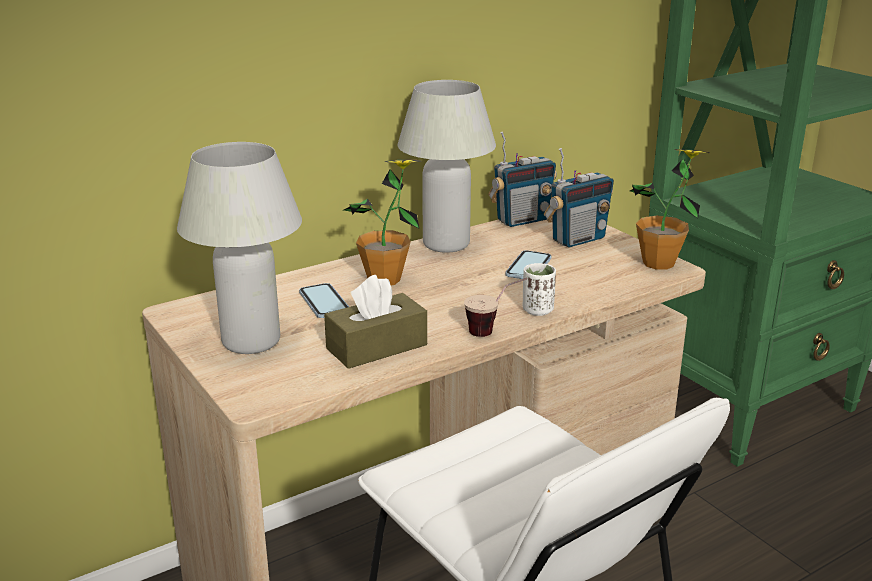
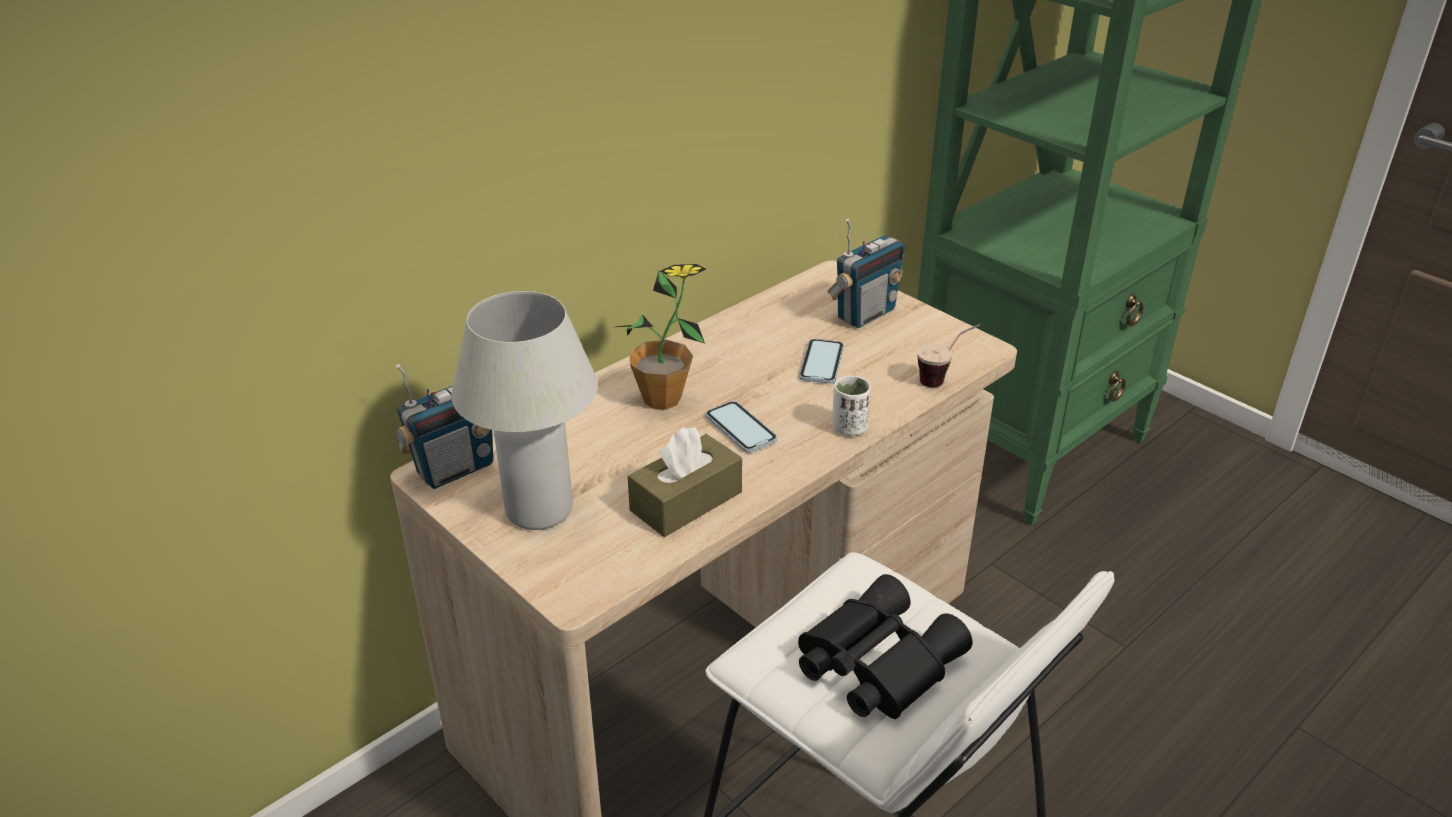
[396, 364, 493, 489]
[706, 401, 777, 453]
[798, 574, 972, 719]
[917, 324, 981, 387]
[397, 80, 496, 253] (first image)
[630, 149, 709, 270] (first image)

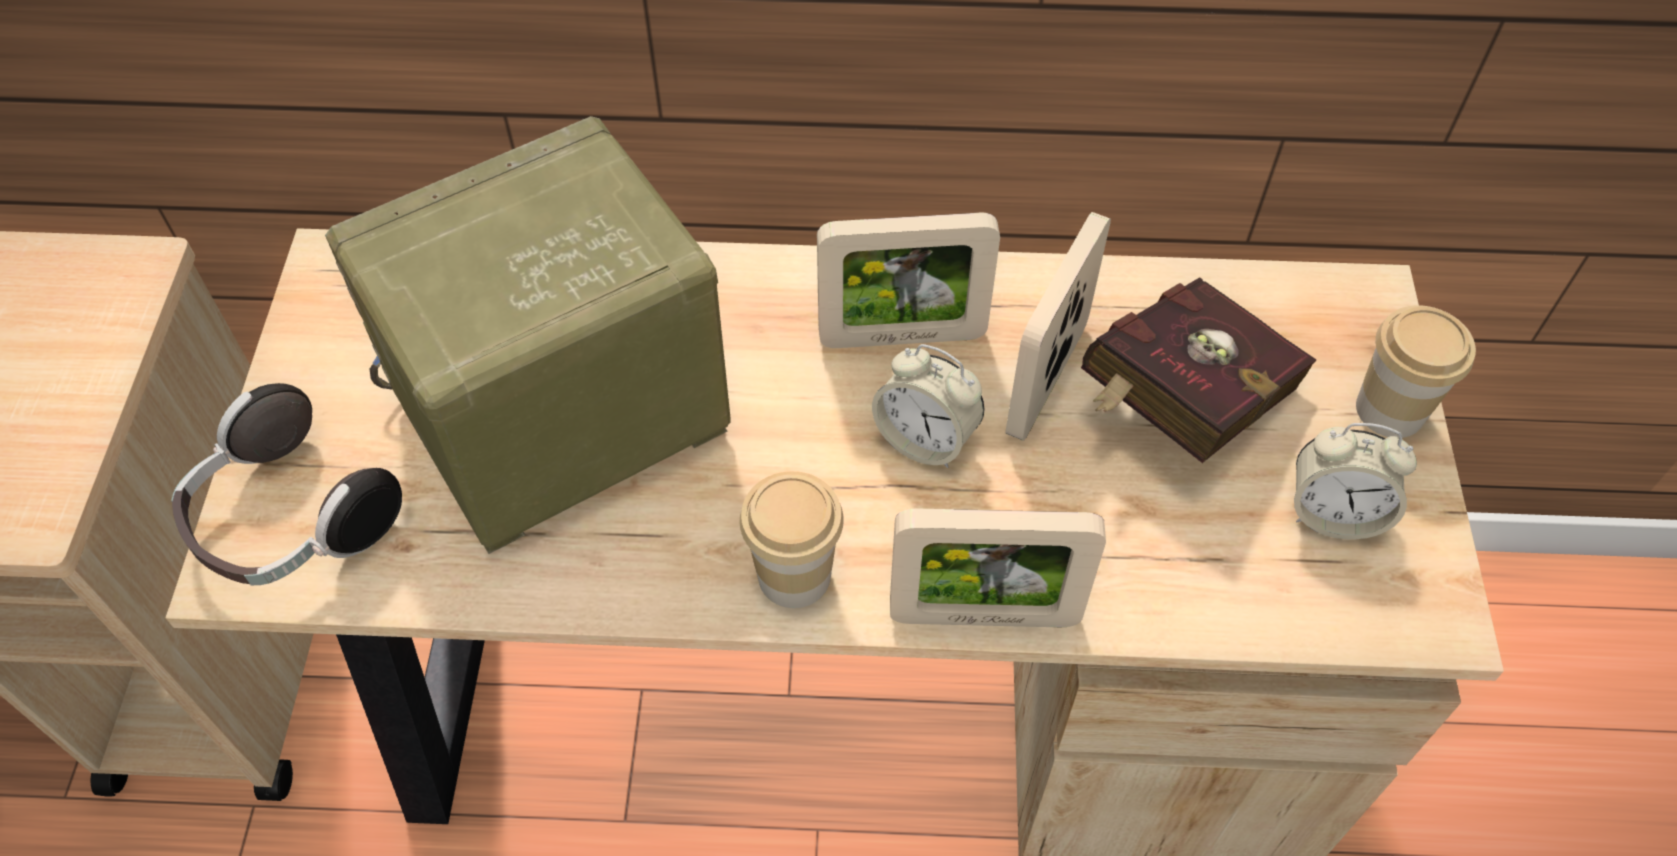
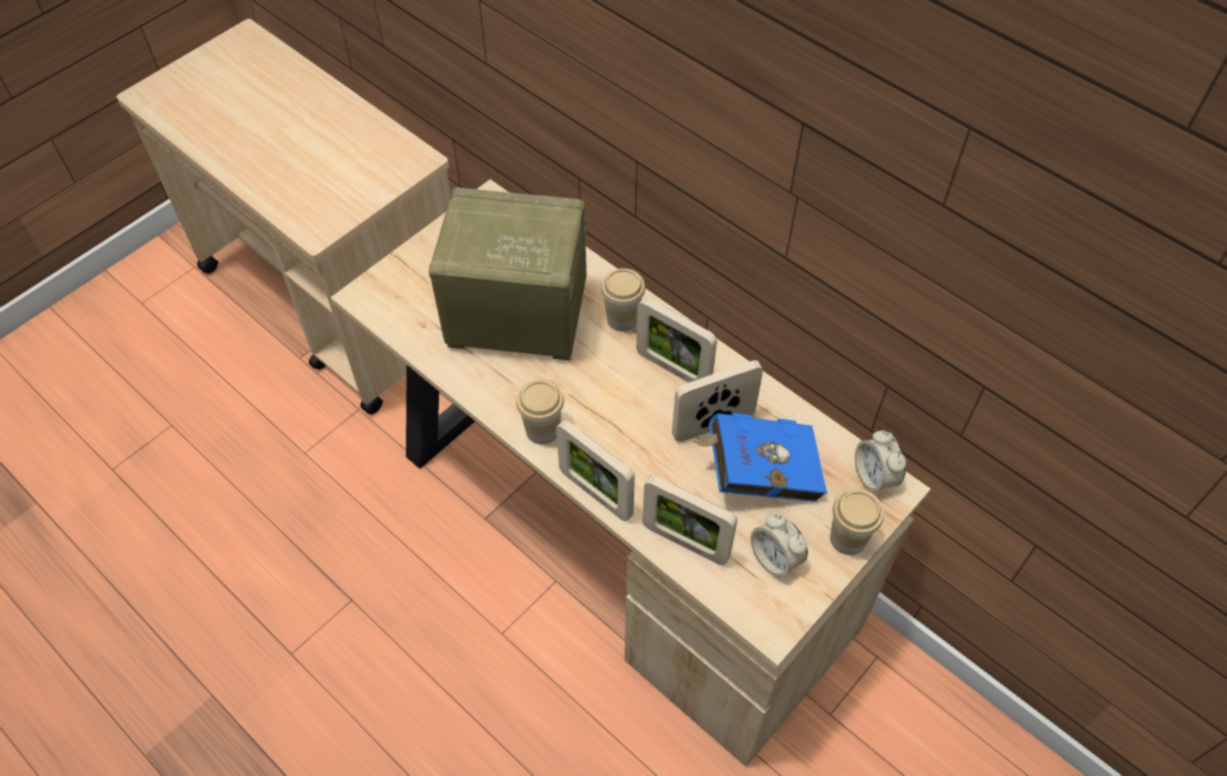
[601, 268, 645, 332]
[643, 475, 737, 565]
[693, 413, 827, 502]
[855, 430, 906, 494]
[171, 383, 402, 585] (first image)

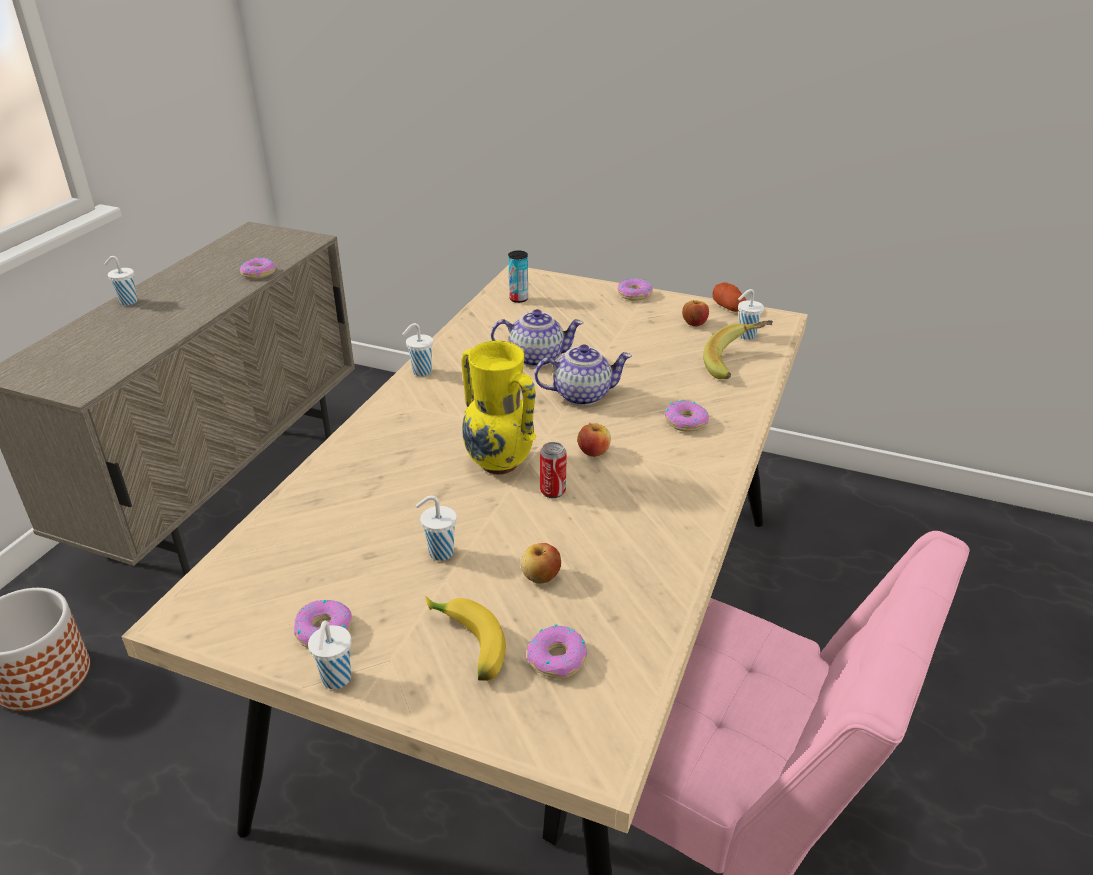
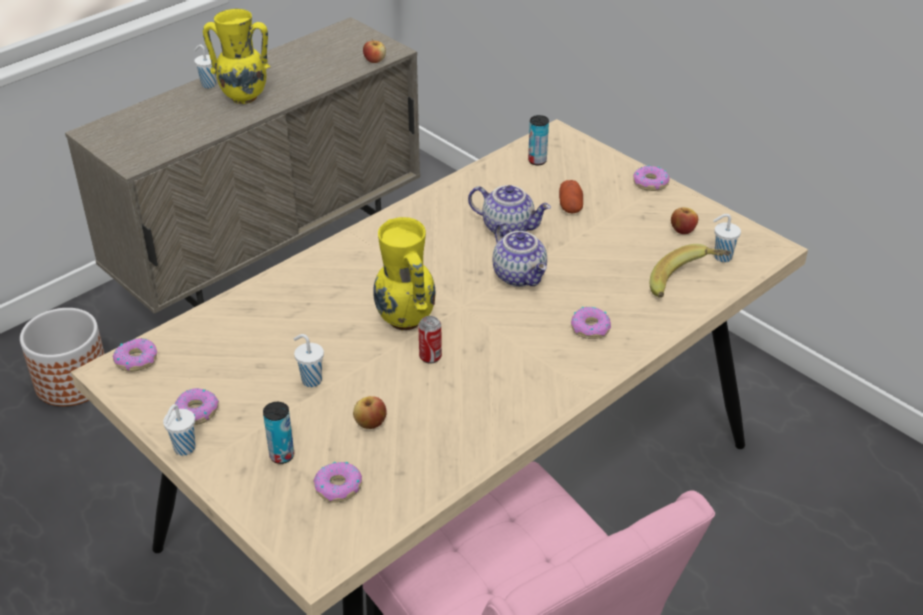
[113, 338, 157, 372]
[203, 9, 270, 104]
[263, 402, 294, 464]
[363, 39, 386, 63]
[492, 223, 547, 287]
[559, 180, 583, 213]
[402, 323, 433, 376] (first image)

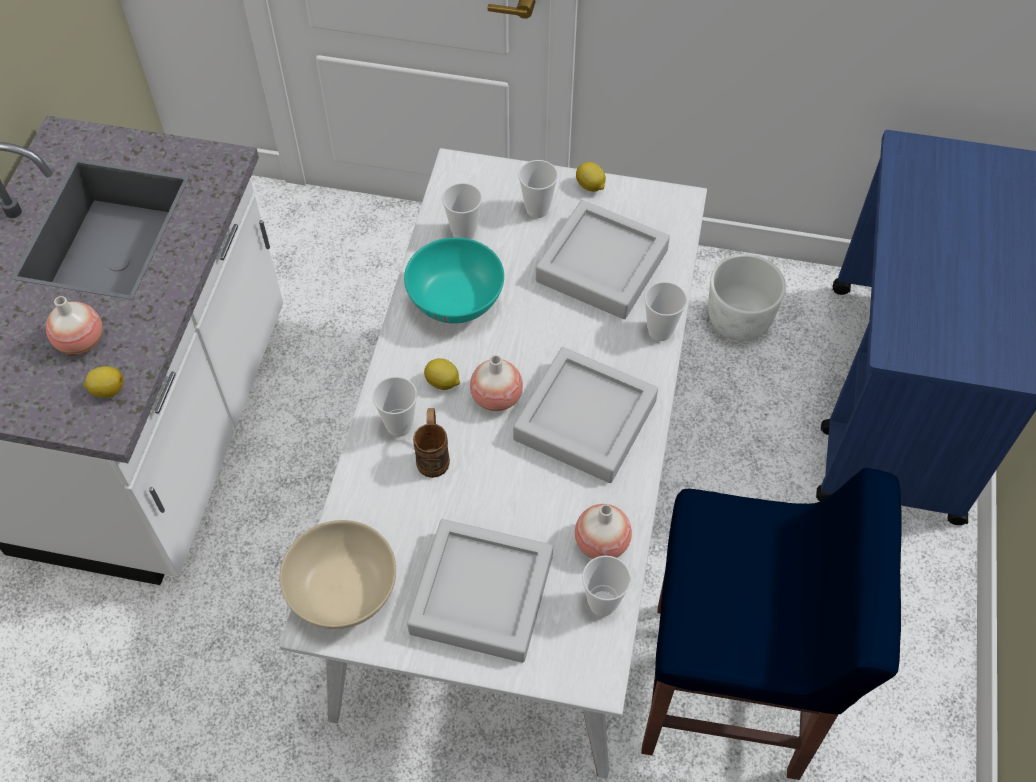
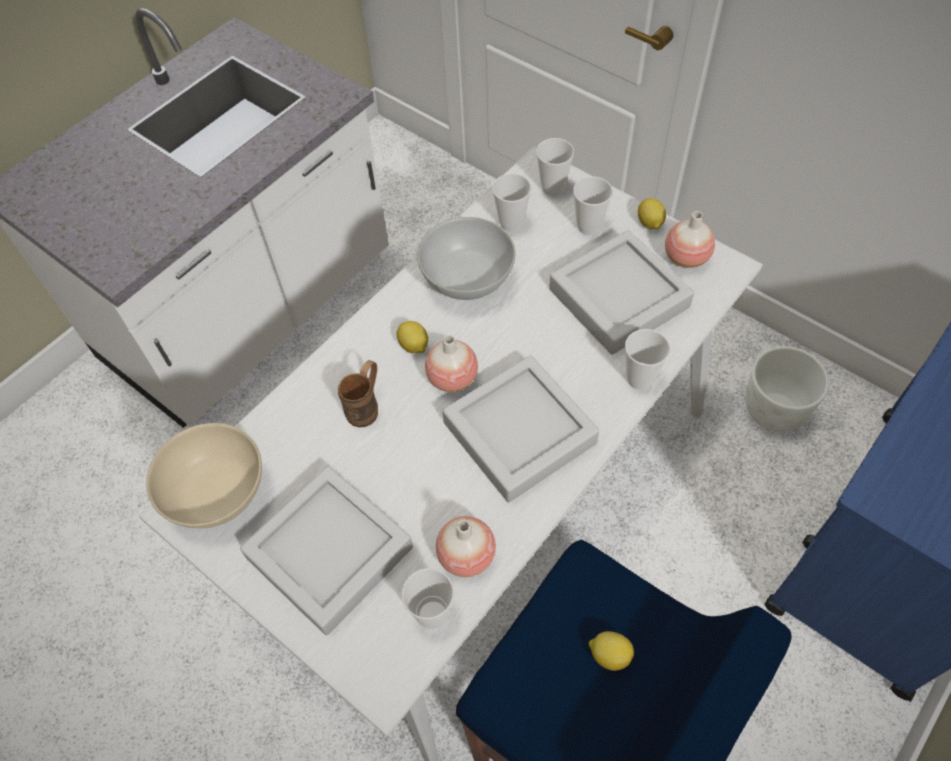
[417, 217, 516, 300]
[536, 138, 574, 196]
[588, 631, 634, 671]
[665, 211, 715, 268]

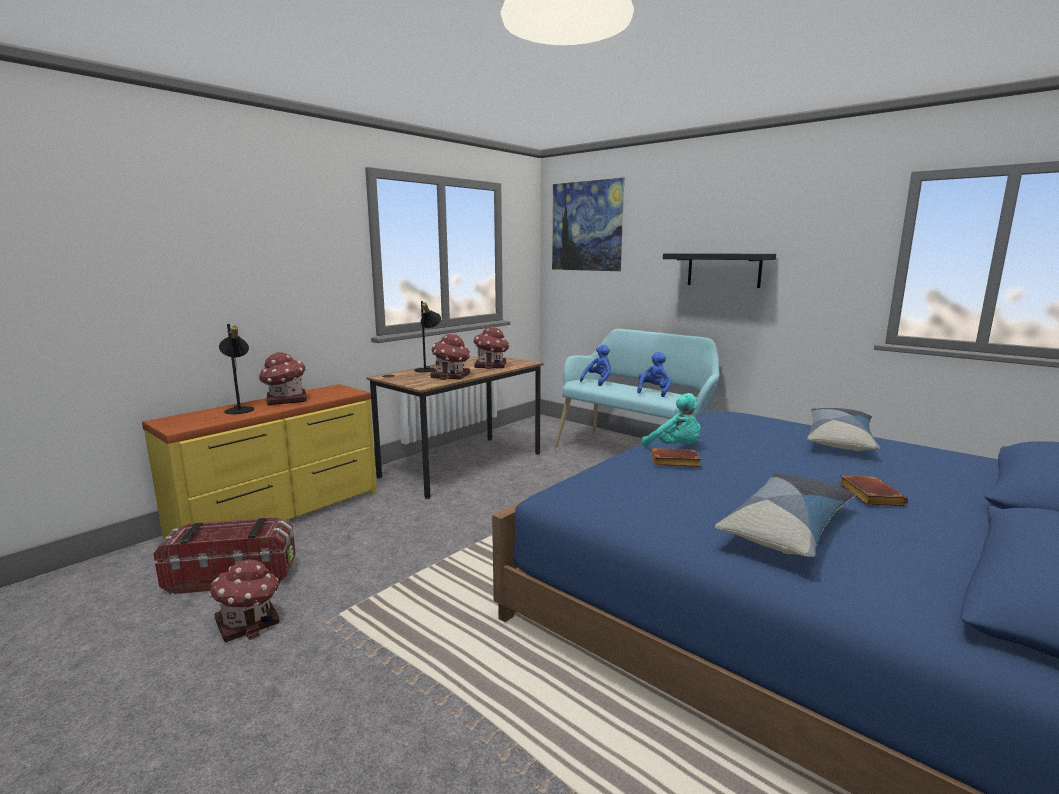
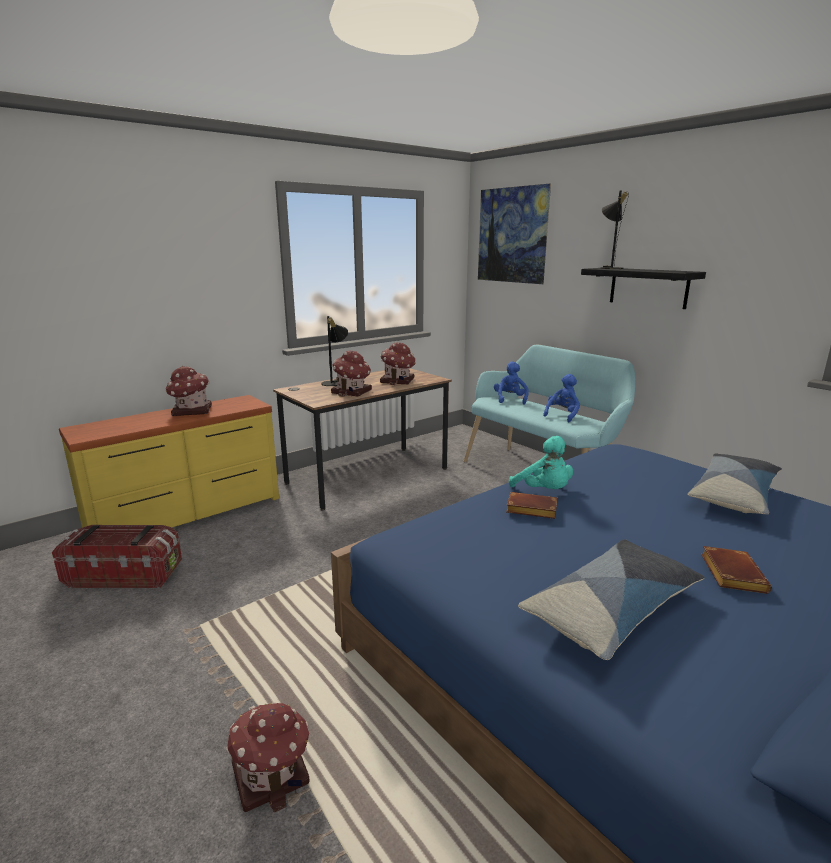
[226, 702, 310, 812]
[494, 361, 529, 405]
[600, 190, 629, 269]

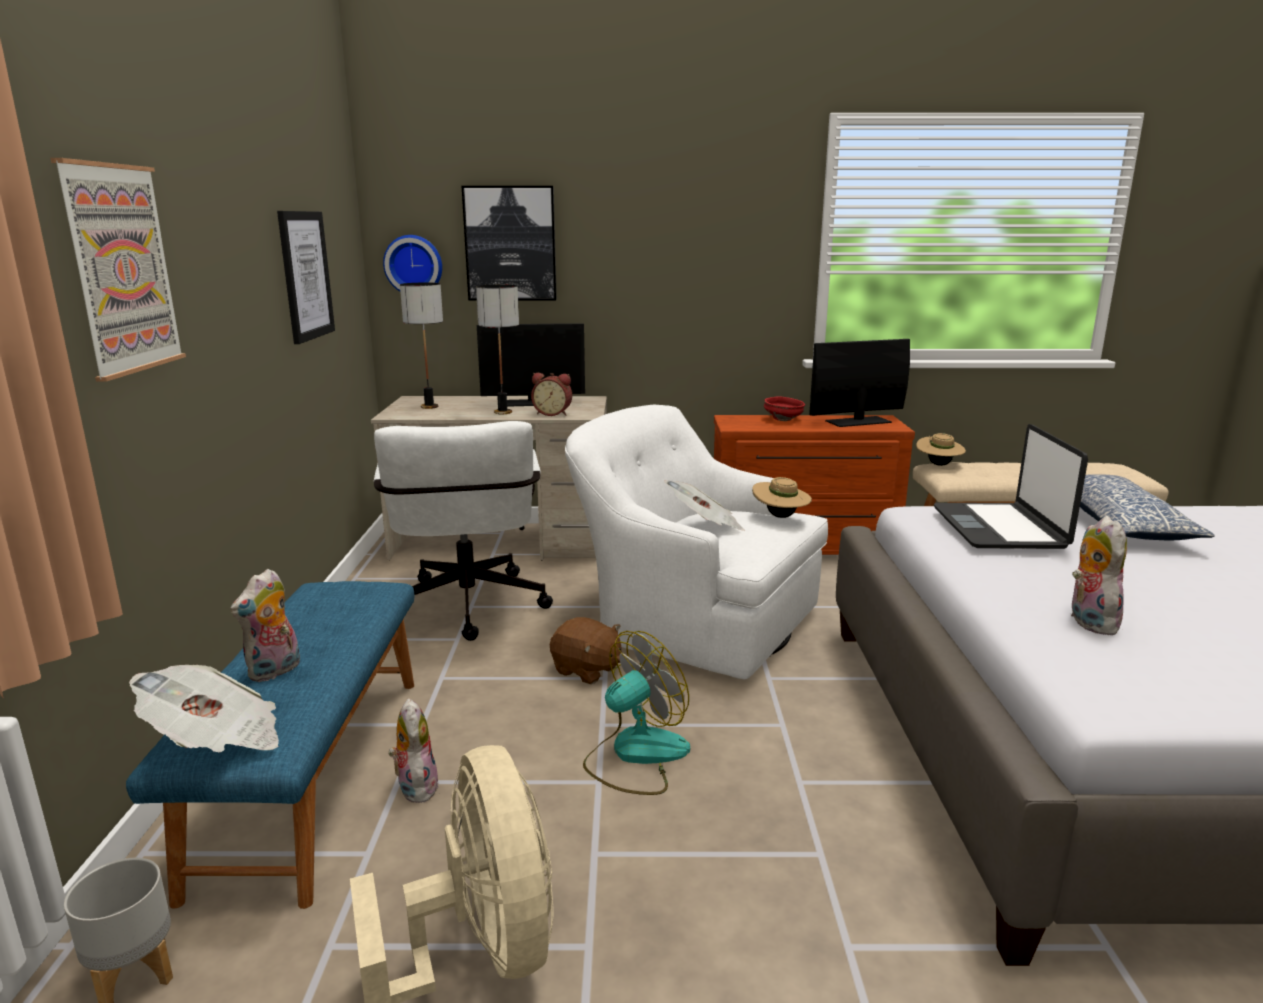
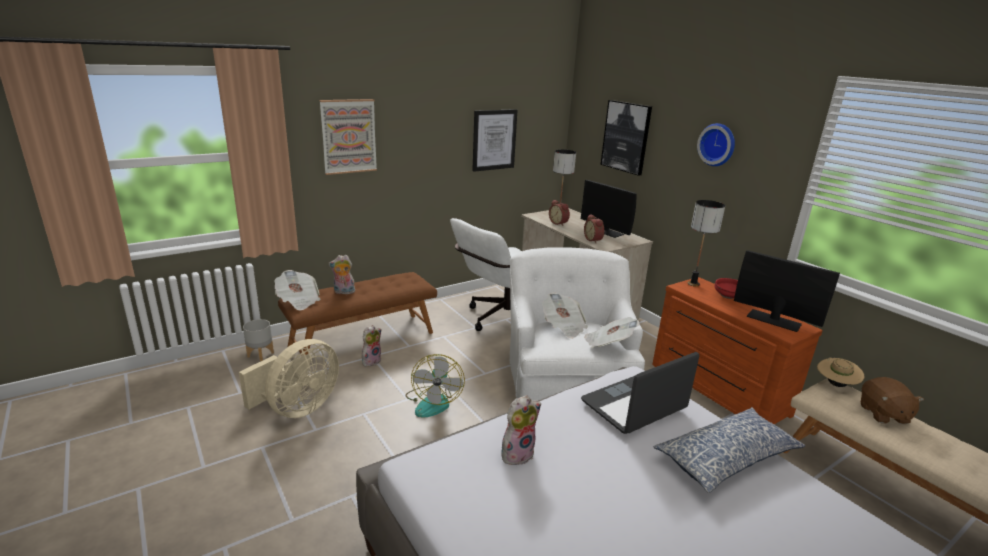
[278, 272, 437, 355]
[405, 354, 465, 418]
[549, 200, 570, 226]
[584, 317, 640, 348]
[688, 200, 725, 287]
[697, 123, 735, 166]
[861, 377, 924, 424]

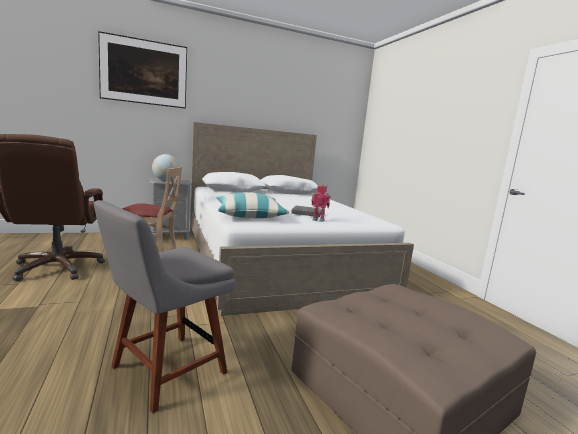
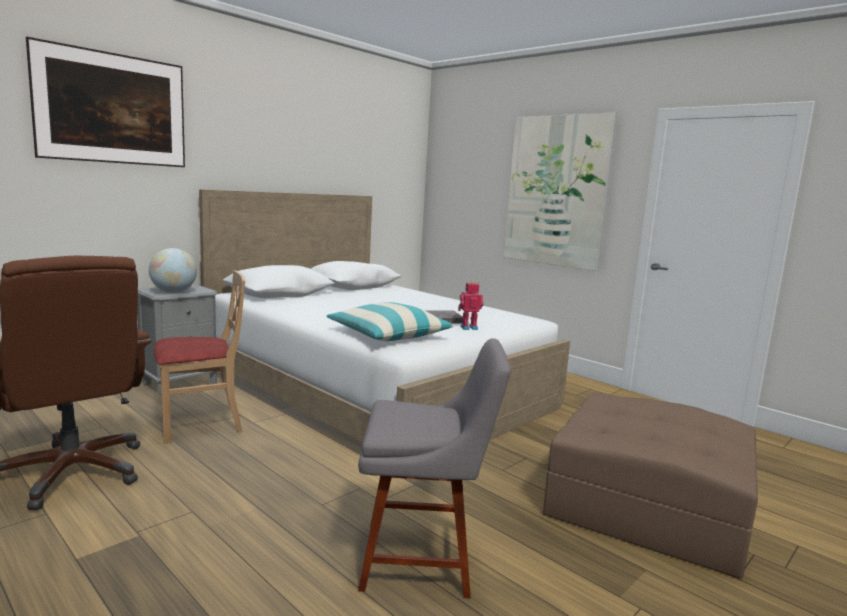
[358, 338, 511, 598]
[503, 112, 617, 271]

